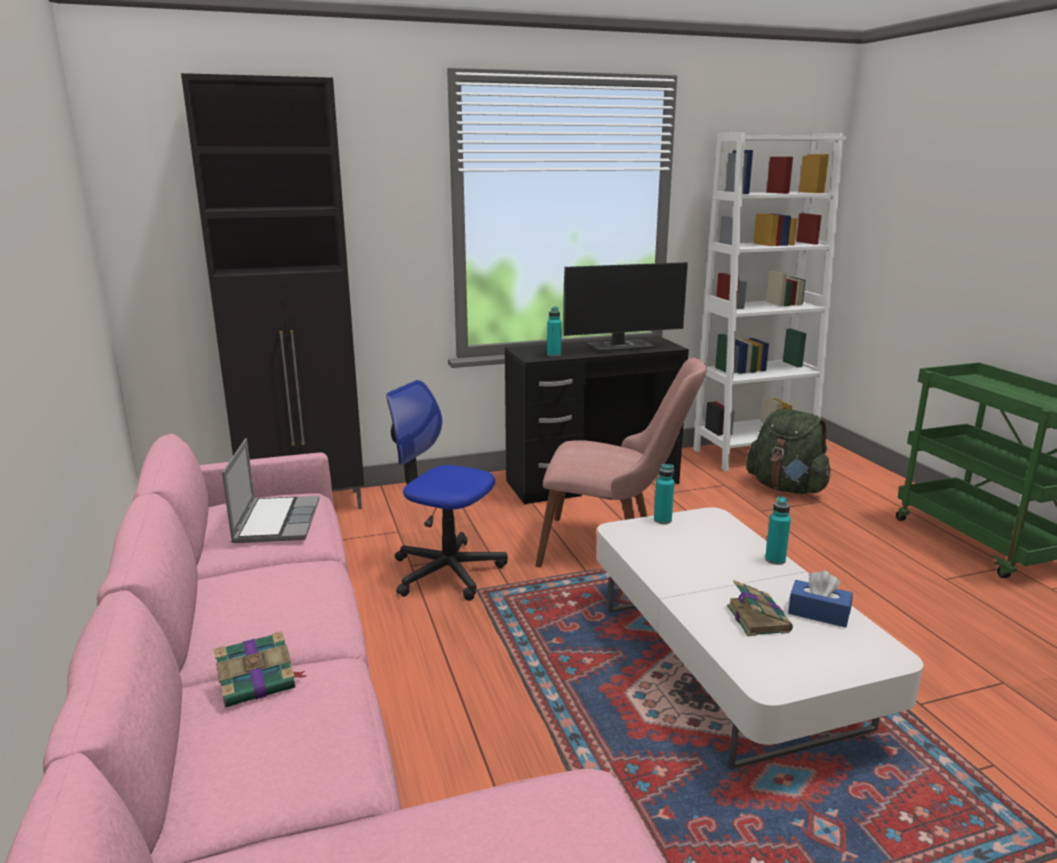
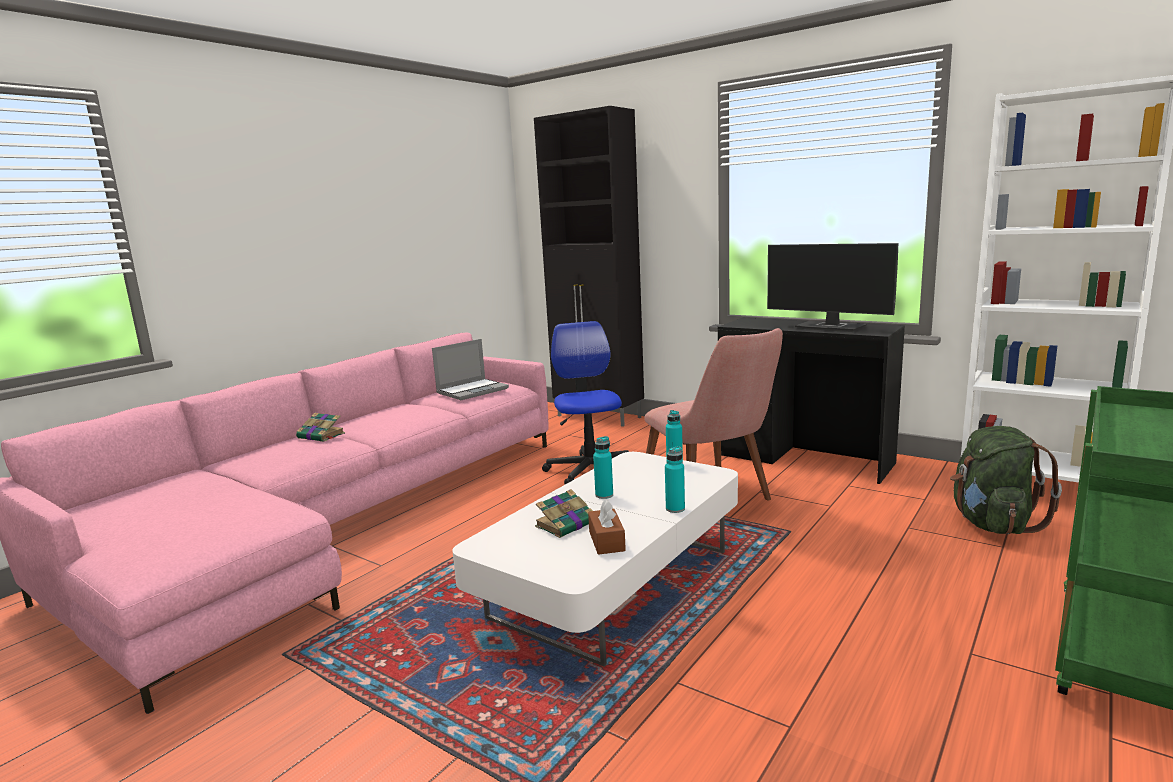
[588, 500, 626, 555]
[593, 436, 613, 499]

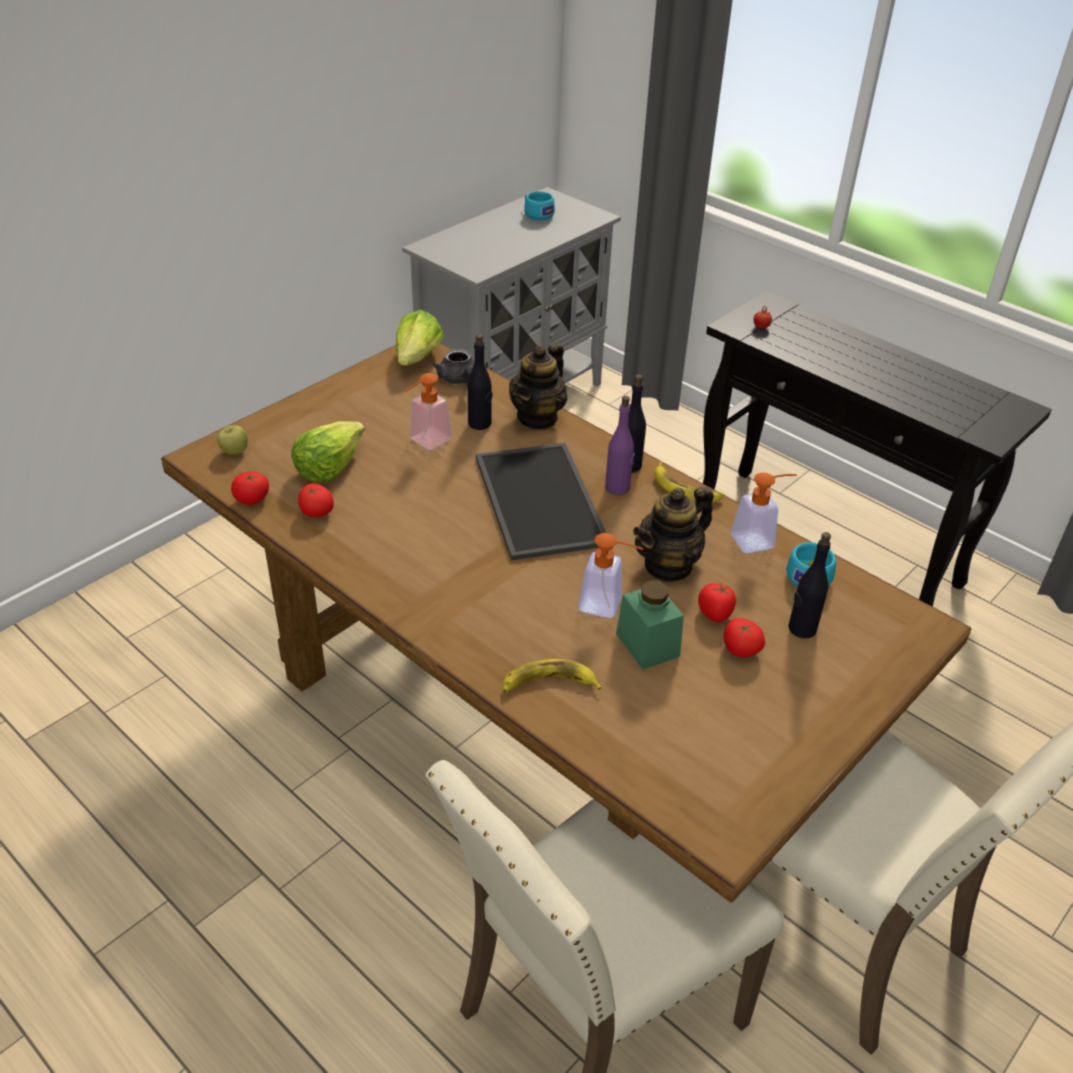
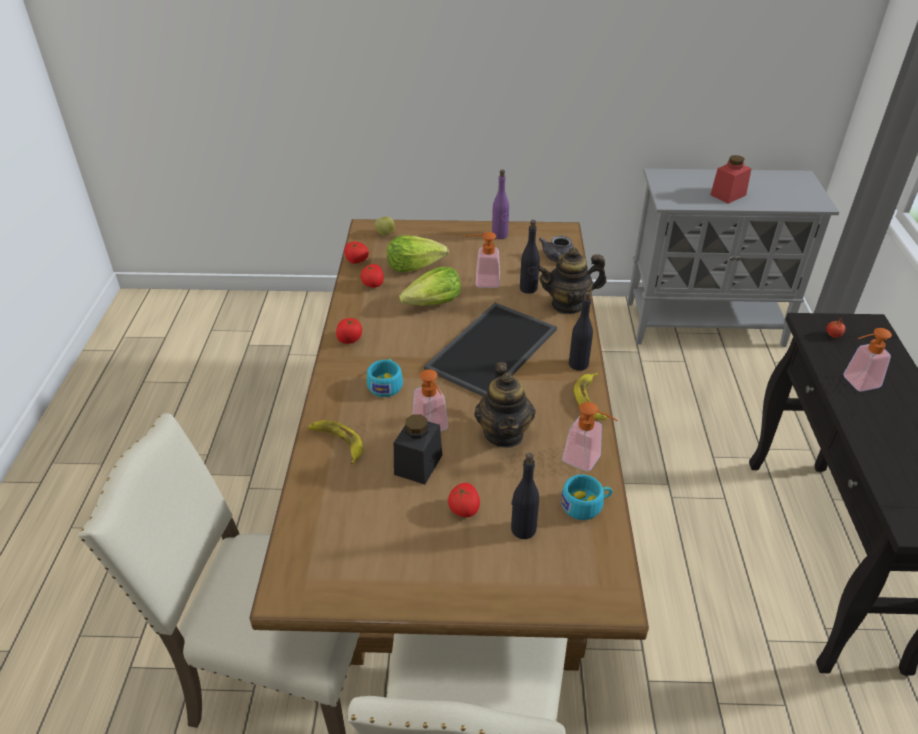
[336, 318, 362, 344]
[367, 359, 403, 397]
[394, 414, 442, 485]
[399, 266, 461, 306]
[474, 362, 536, 448]
[492, 170, 509, 239]
[710, 155, 752, 204]
[843, 328, 892, 392]

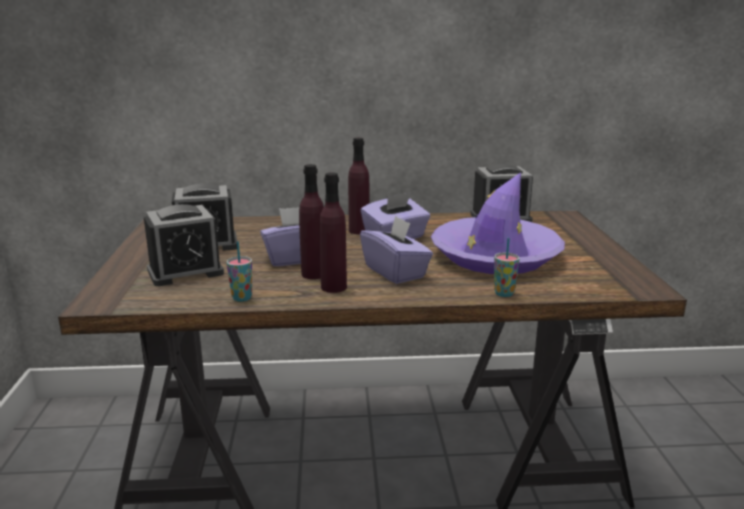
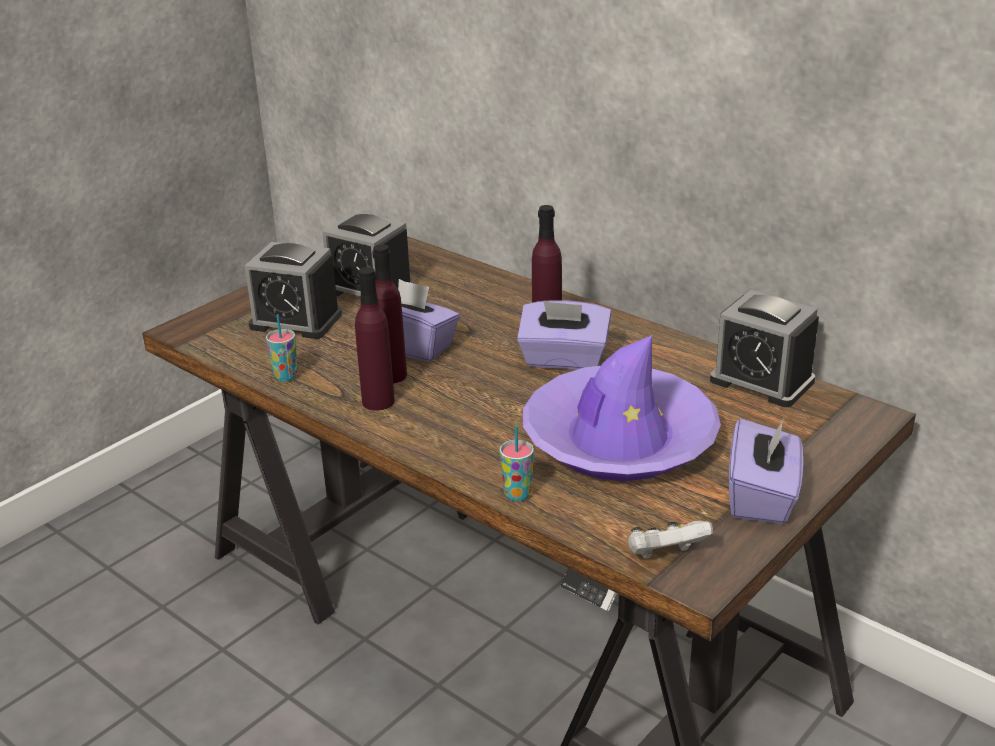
[628, 521, 713, 559]
[729, 419, 803, 524]

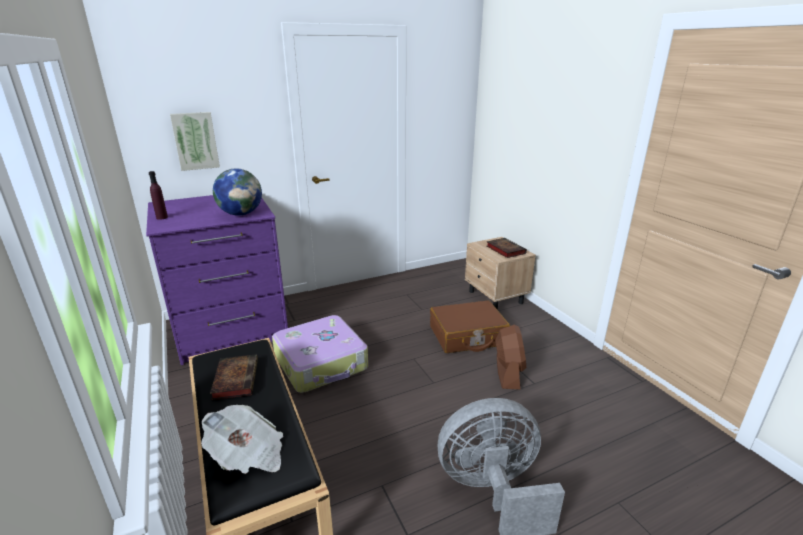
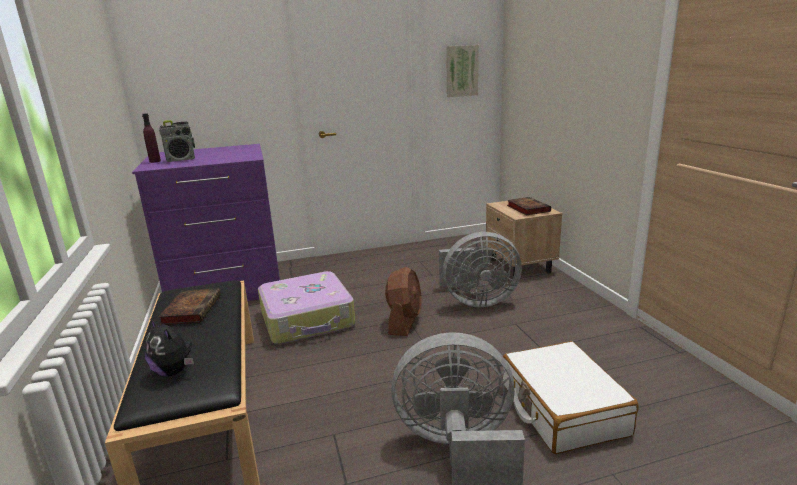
[144, 319, 194, 376]
[159, 120, 195, 162]
[385, 267, 422, 336]
[439, 232, 522, 307]
[446, 45, 479, 97]
[503, 341, 639, 454]
[213, 168, 262, 216] (first image)

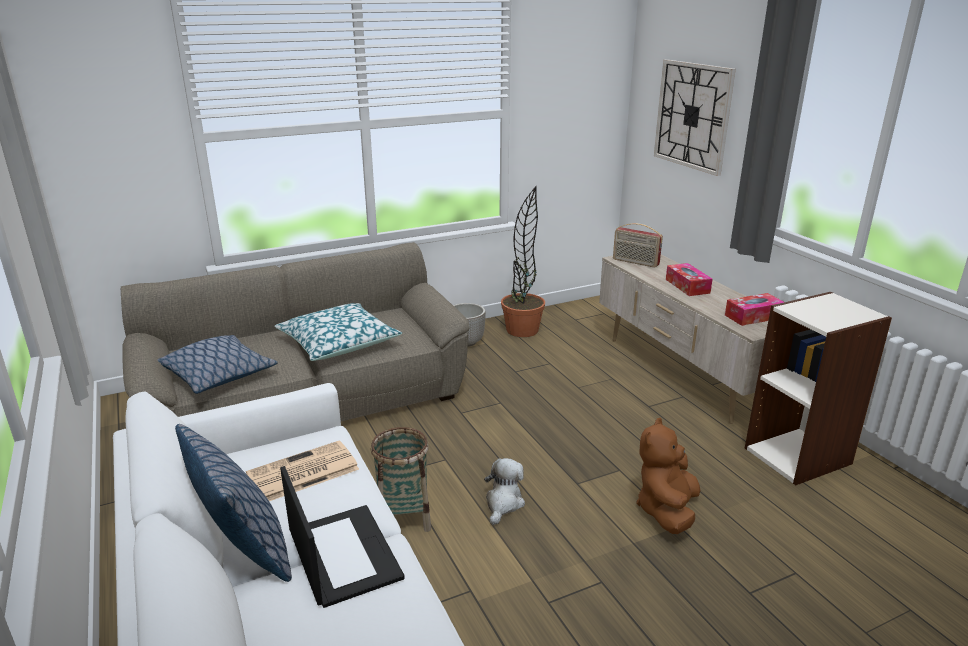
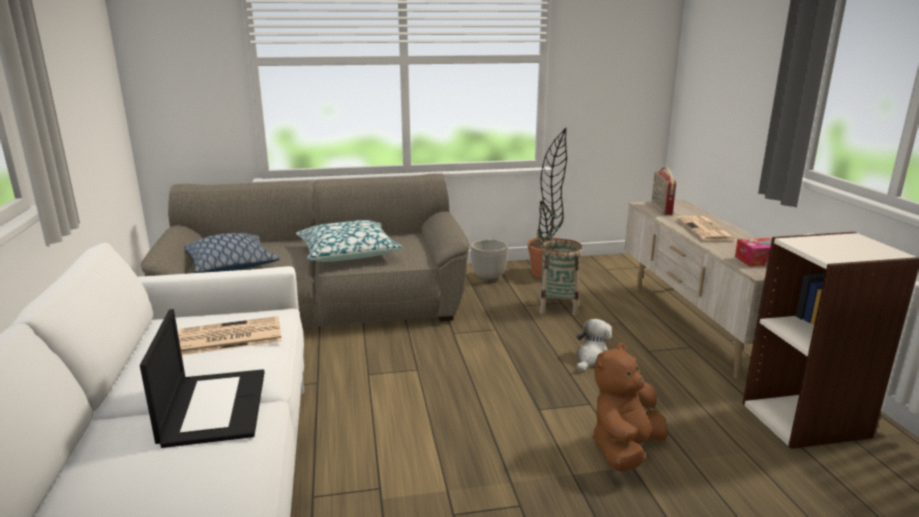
[540, 239, 583, 315]
[576, 319, 612, 372]
[652, 167, 676, 215]
[676, 216, 737, 241]
[175, 424, 292, 582] (first image)
[654, 59, 736, 176] (first image)

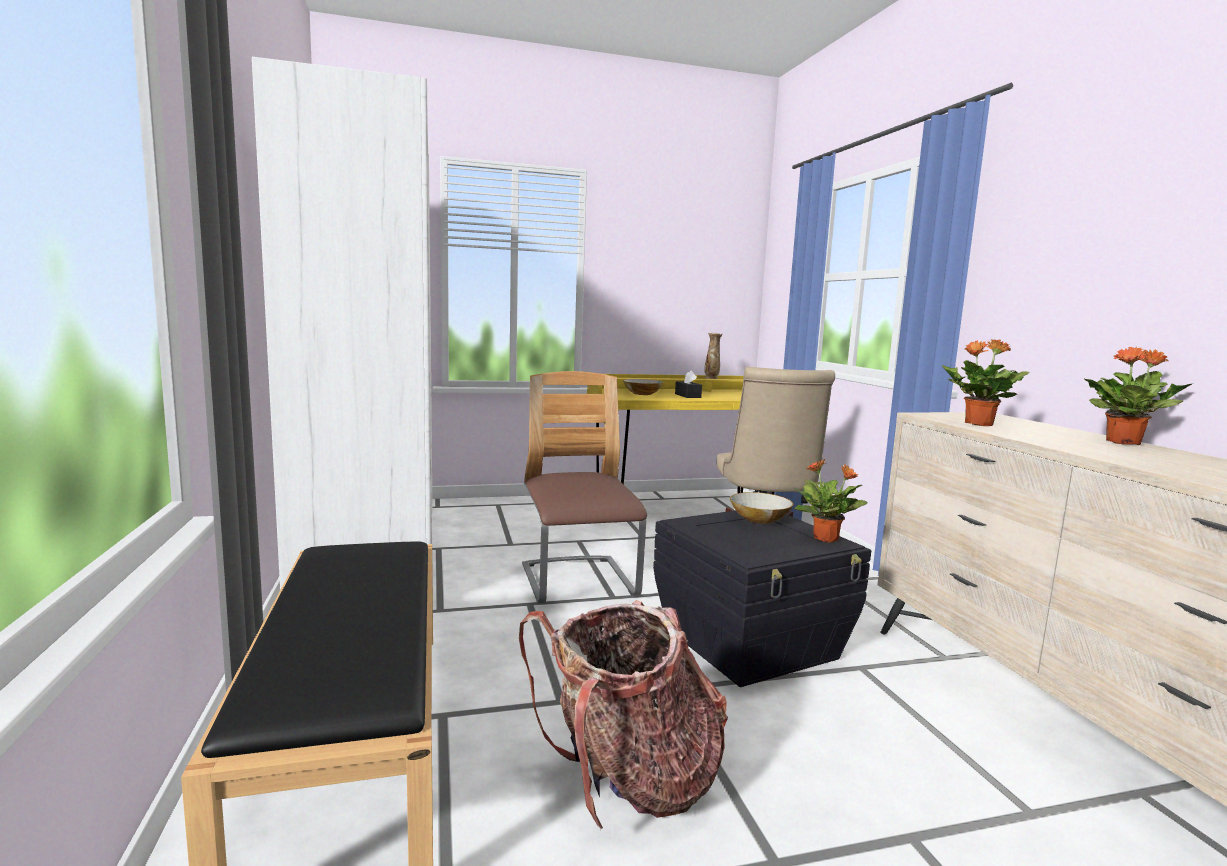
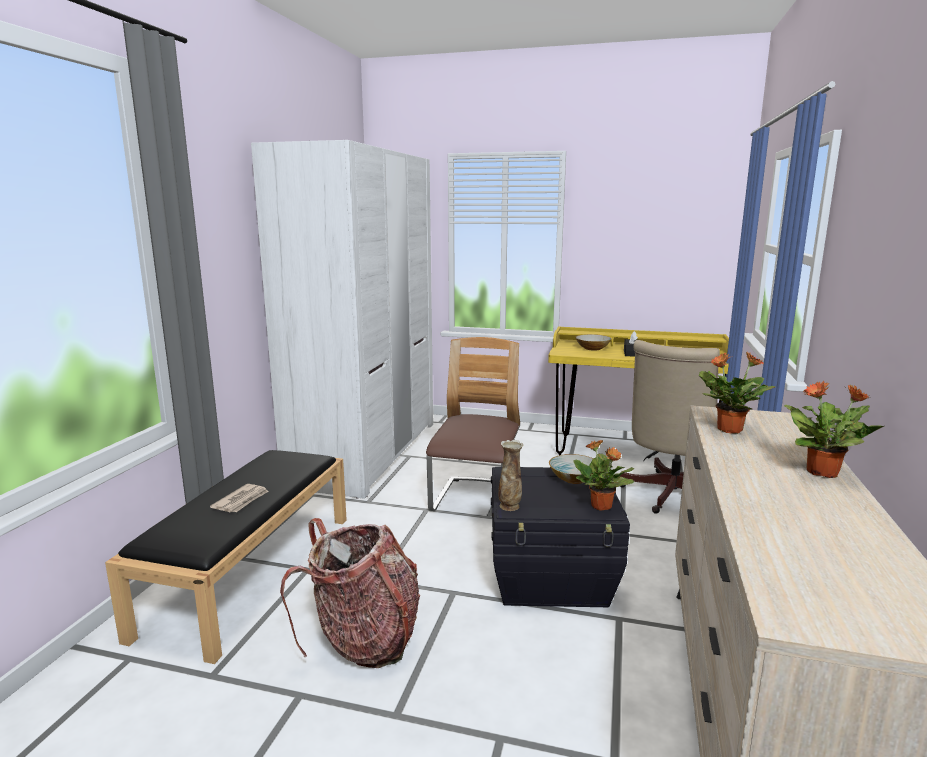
[210, 484, 269, 512]
[498, 440, 523, 511]

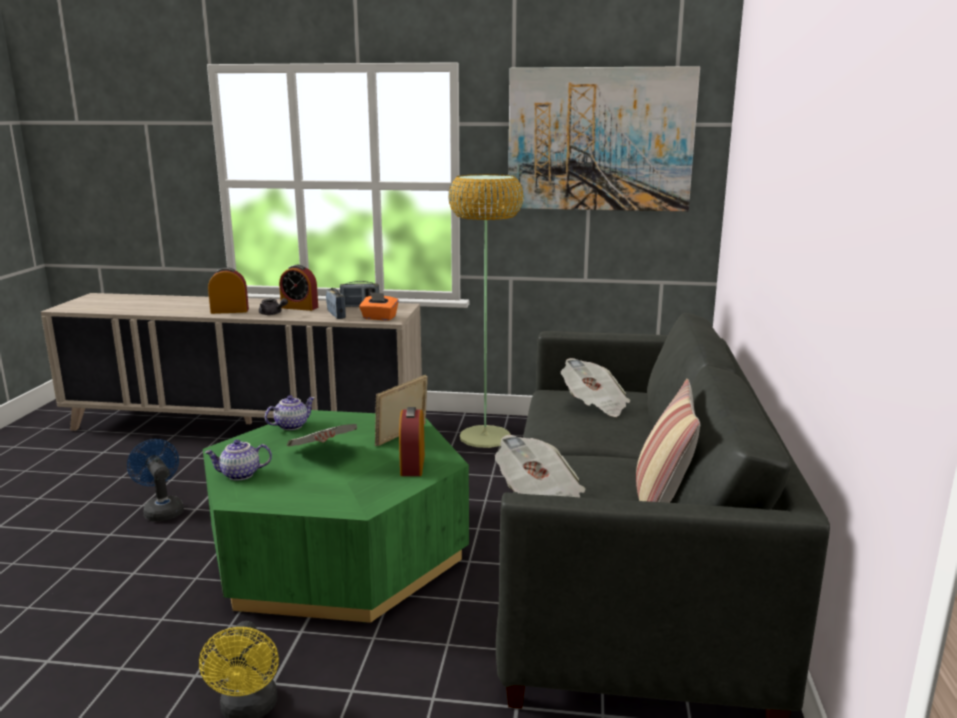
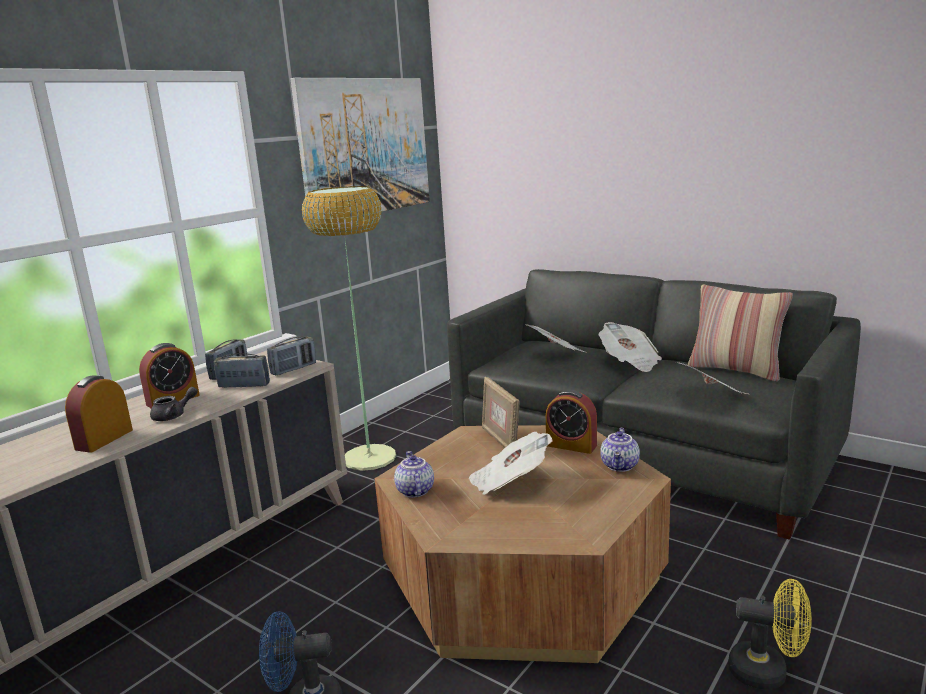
[267, 337, 316, 375]
[375, 425, 671, 663]
[599, 322, 662, 372]
[600, 428, 640, 472]

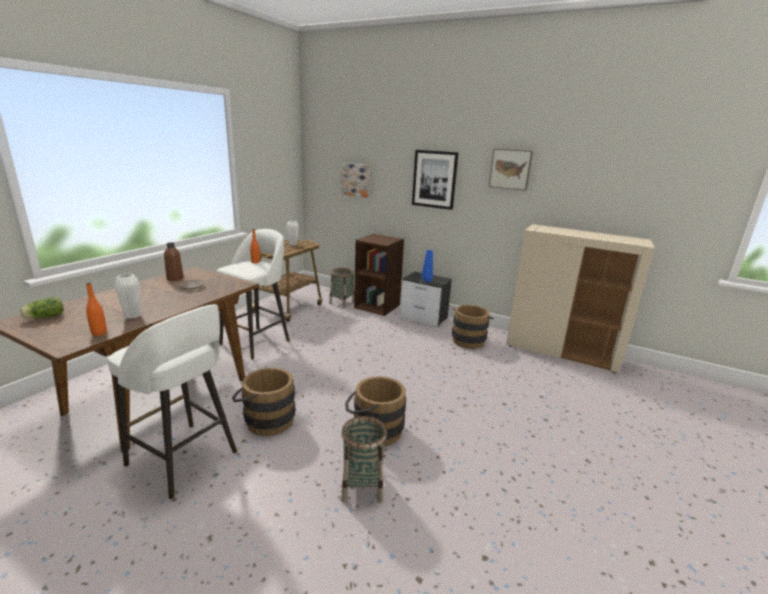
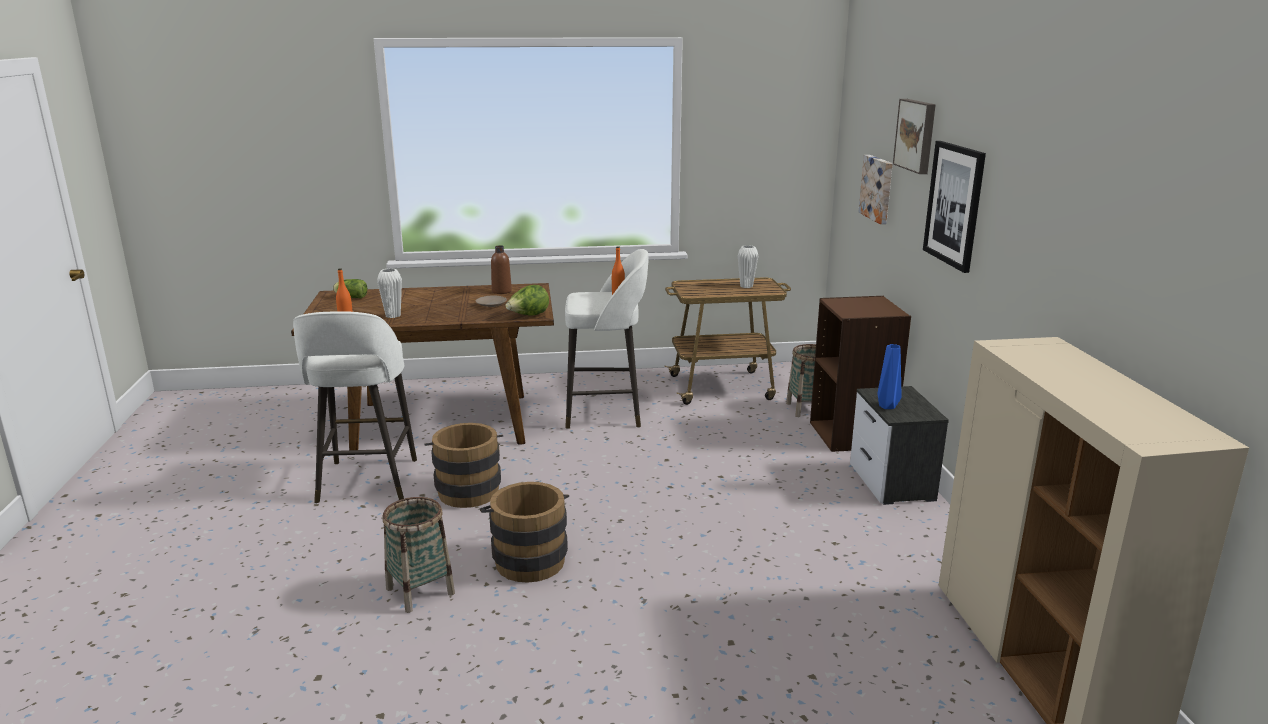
[506, 285, 549, 316]
[893, 99, 936, 174]
[452, 305, 494, 349] (first image)

